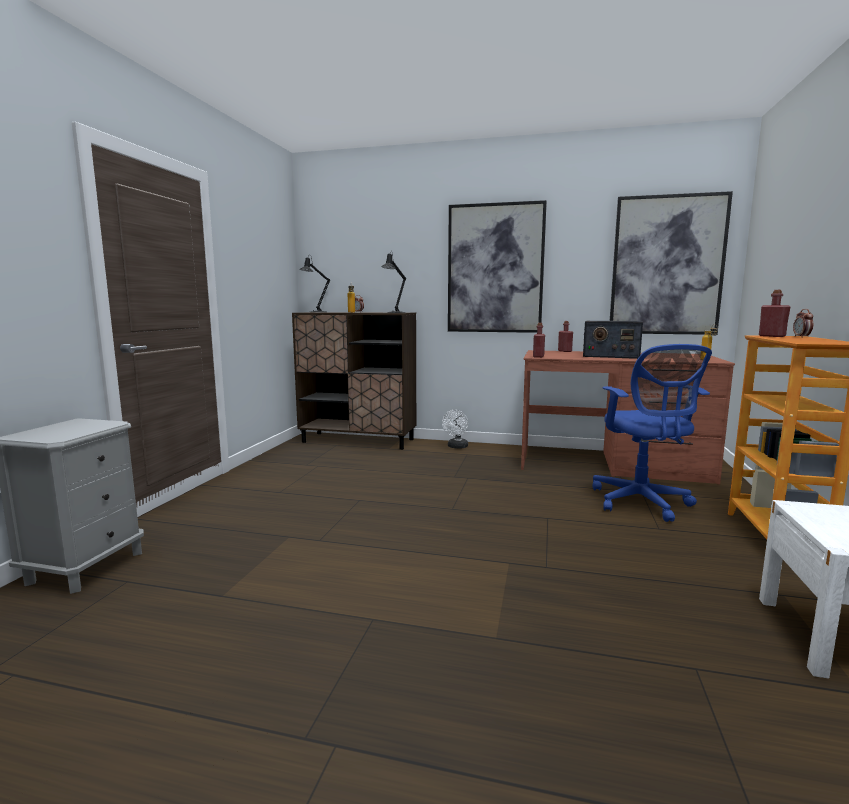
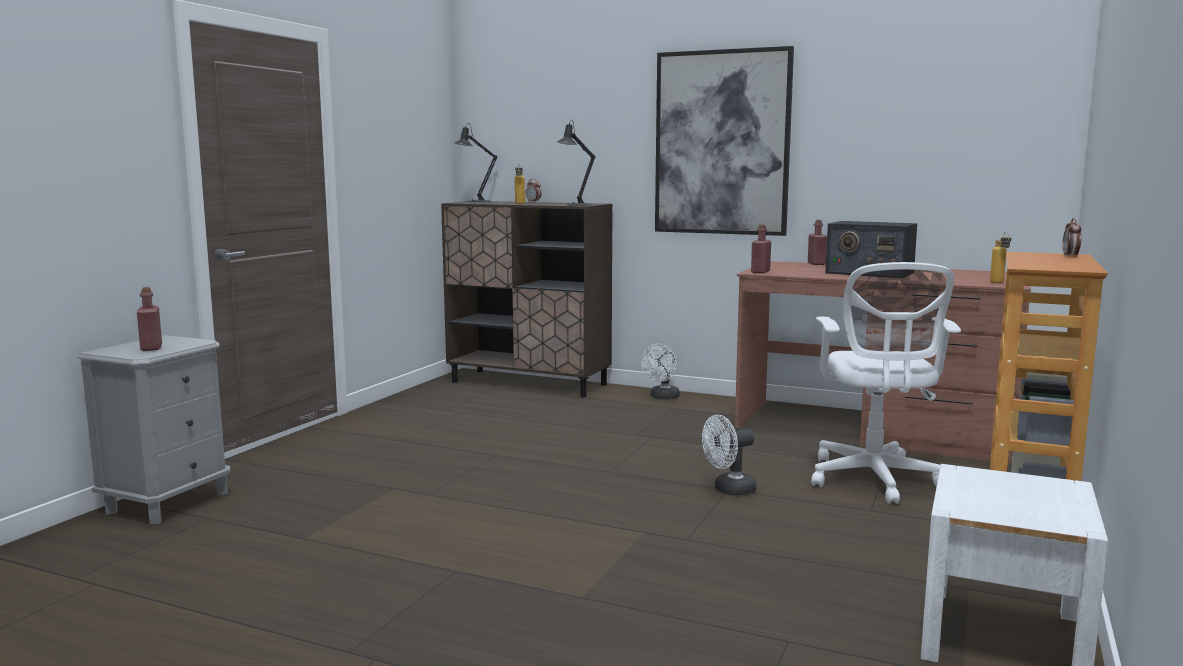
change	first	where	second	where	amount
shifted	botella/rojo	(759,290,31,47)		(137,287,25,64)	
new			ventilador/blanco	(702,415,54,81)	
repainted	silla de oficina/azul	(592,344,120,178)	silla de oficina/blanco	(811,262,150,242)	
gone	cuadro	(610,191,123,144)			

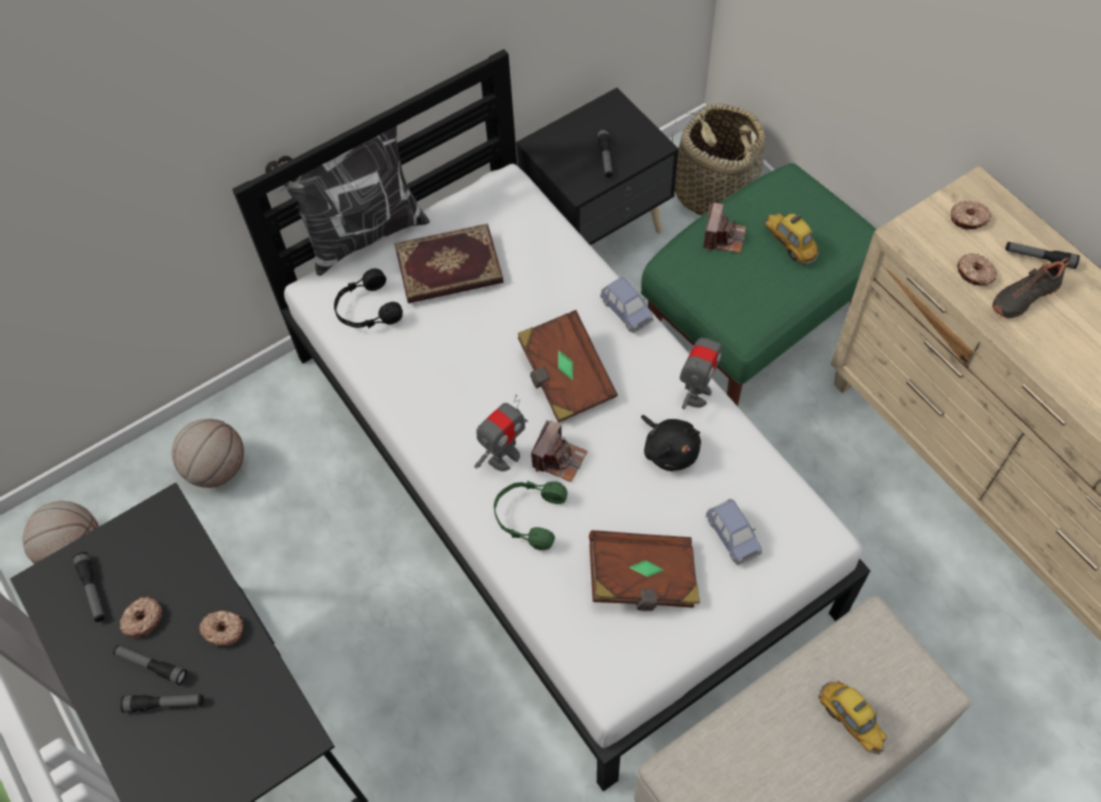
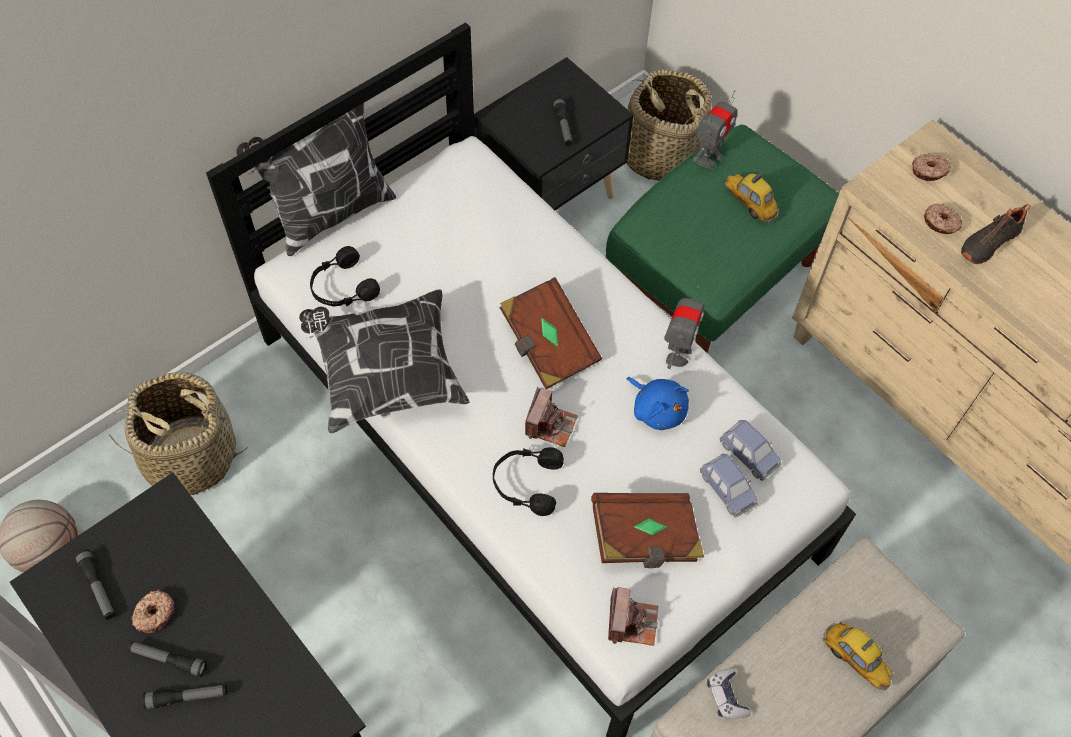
change	first	where	second	where	amount
swapped	balón de baloncesto	(172,419,72,69)	cesta	(106,372,141,123)	
new			cojín	(299,289,171,144)	
repainted	auriculares/verde	(494,481,74,69)	auriculares/negro	(493,447,71,69)	
shifted	cámara	(703,202,43,51)		(608,587,50,59)	
repainted	peluche/negro	(641,415,60,56)	peluche/azul	(627,377,62,53)	
shifted	robot de juguete	(474,395,54,76)		(693,90,44,79)	
new			mando de consola	(707,668,44,51)	
shifted	coche de juguete/azul	(600,277,54,56)		(720,420,61,61)	
gone	rosquilla	(199,611,45,35)			
gone	libro	(394,224,109,79)			
gone	linterna	(1005,242,75,27)			

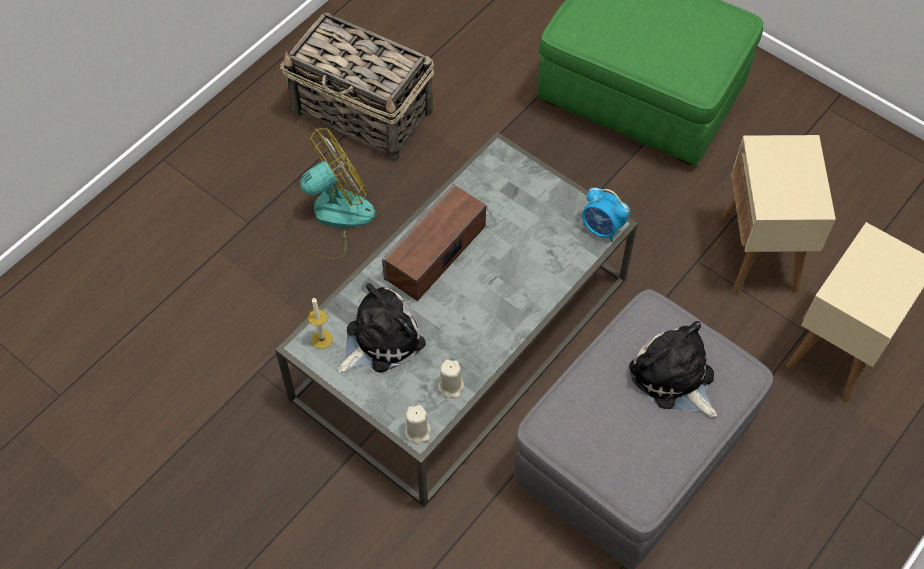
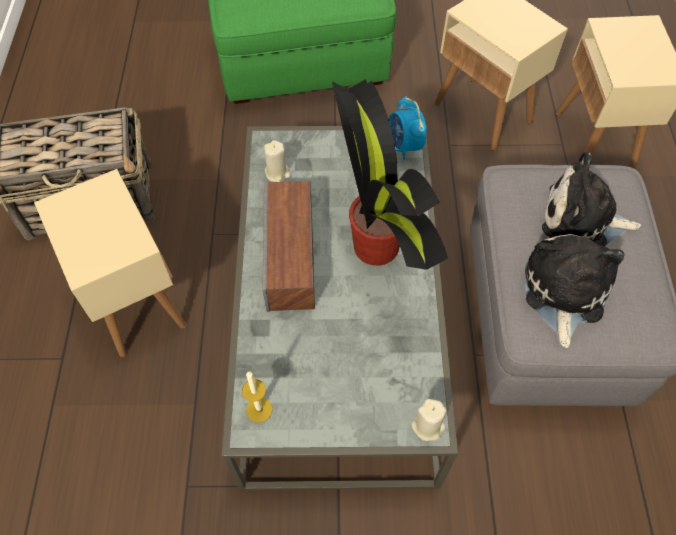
change	first	where	second	where	amount
swapped	ventilador	(286,128,90,132)	mesa auxiliar/beis	(34,169,152,188)	
shifted	vela/beis	(438,359,26,39)		(264,140,27,42)	
new			planta en maceta	(332,79,116,191)	
rotated	despertador	(582,187,48,55)		(389,96,38,65)	75 degrees clockwise
shifted	peluche	(338,283,88,90)		(525,234,99,114)	

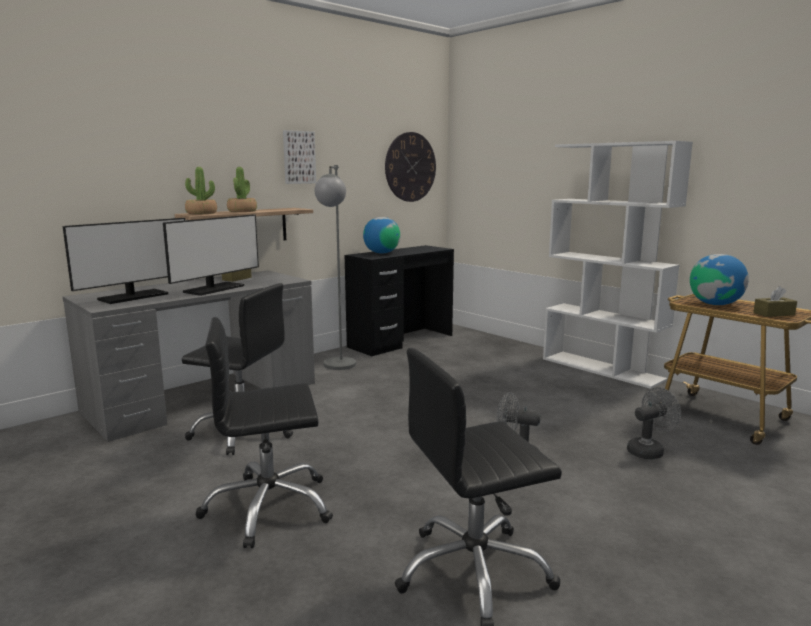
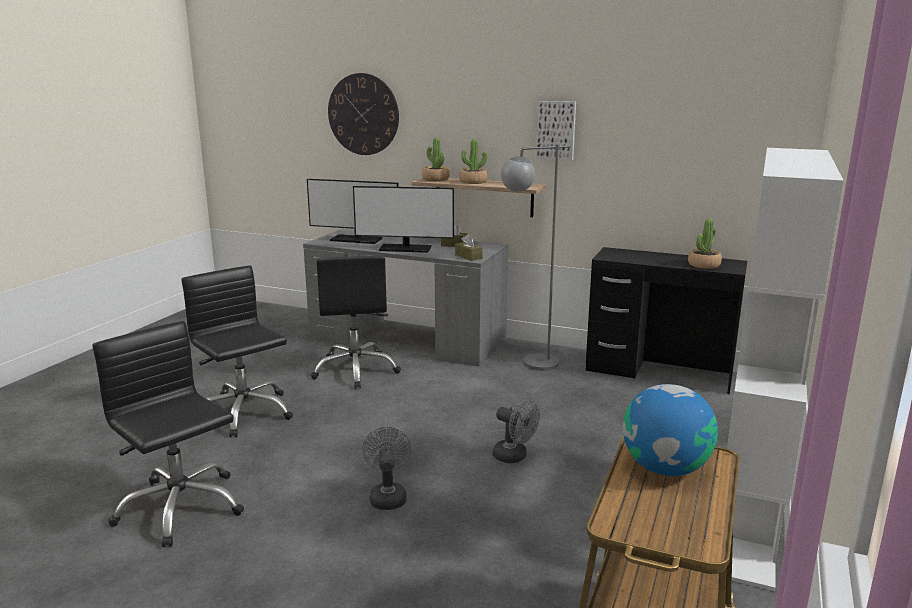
change	first	where	second	where	amount
shifted	reloj de pared	(385,132,51,70)		(328,73,71,82)	
shifted	caja de pañuelos/marrón	(753,286,44,31)		(455,234,28,27)	
shifted	ventilador/gris	(627,387,54,72)		(493,399,47,64)	
new			planta en maceta	(688,218,34,51)	
gone	globo terráqueo	(363,217,37,37)			

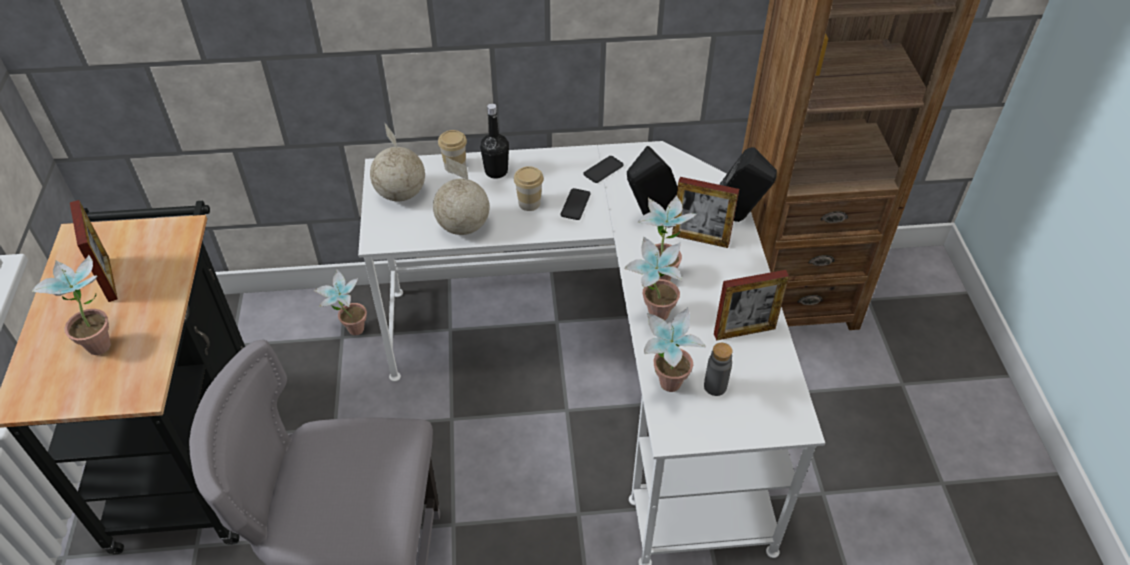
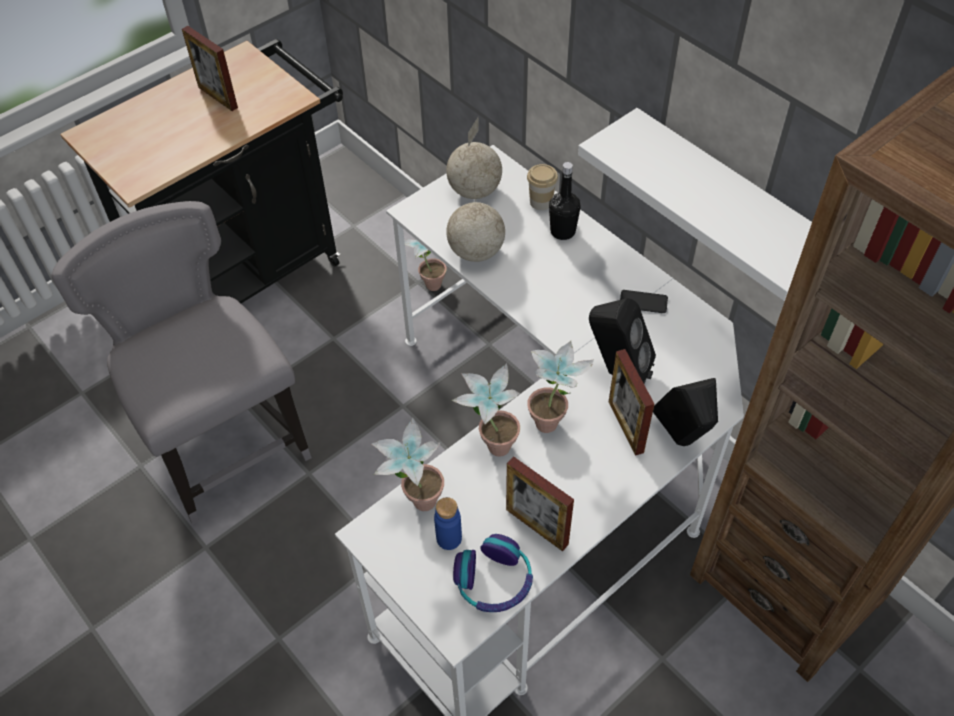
change	first	where	second	where	amount
rotated	portarretratos	(70,200,48,102)		(182,26,56,85)	105 degrees clockwise
repainted	botella/gris	(704,343,29,53)	botella/azul	(434,497,28,53)	
new			auriculares	(453,534,80,78)	
new			estante/blanco	(578,108,234,193)	
gone	planta en maceta	(32,255,79,100)			
gone	taza	(514,166,30,45)			
gone	móvil	(561,188,29,32)			

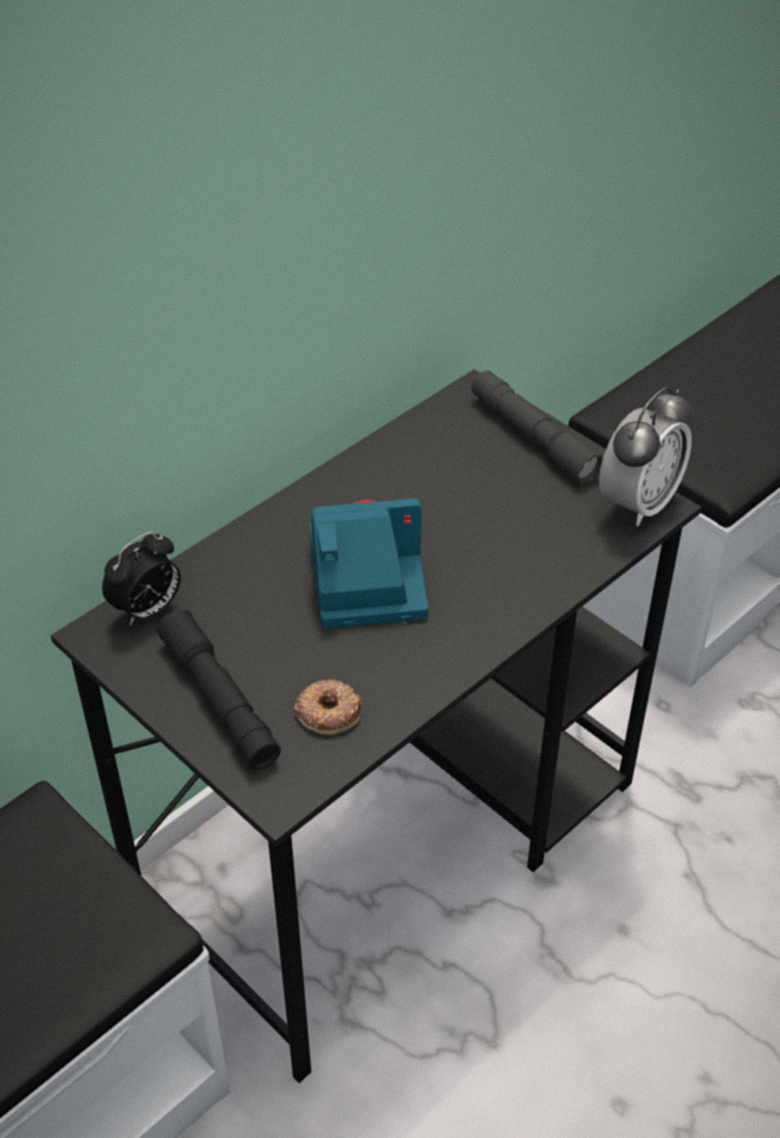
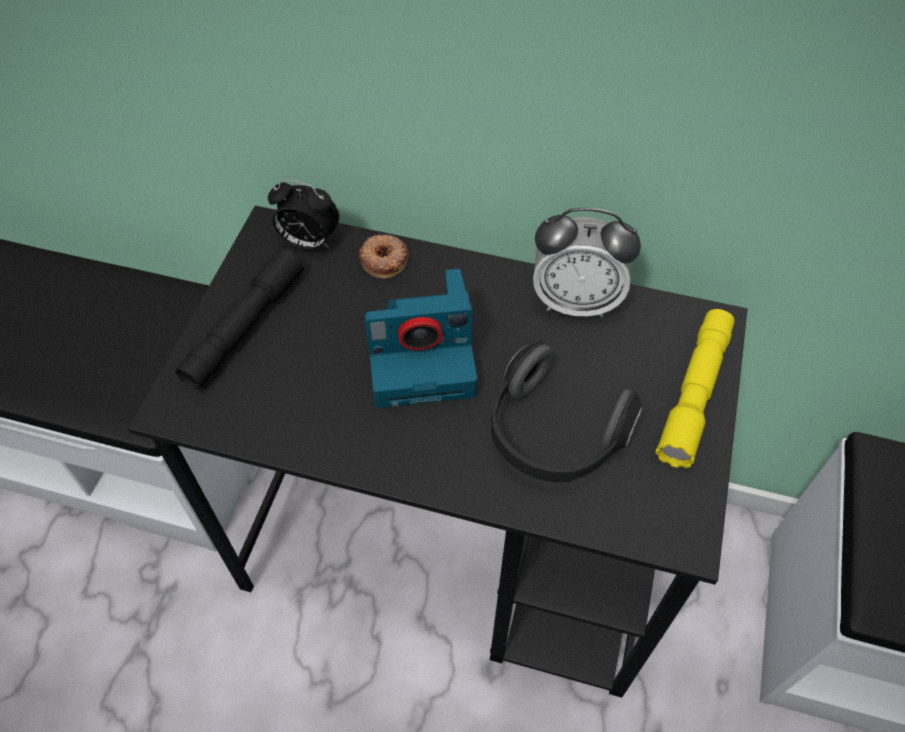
change	first	where	second	where	amount
shifted	rosquilla	(294,679,67,56)		(359,235,50,44)	
rotated	cámara	(309,498,119,130)		(365,269,112,139)	120 degrees clockwise
new			auriculares	(491,342,152,141)	
shifted	despertador	(599,387,94,139)		(533,208,108,109)	
repainted	linterna/gris	(471,371,132,114)	linterna/amarillo	(656,309,79,159)	

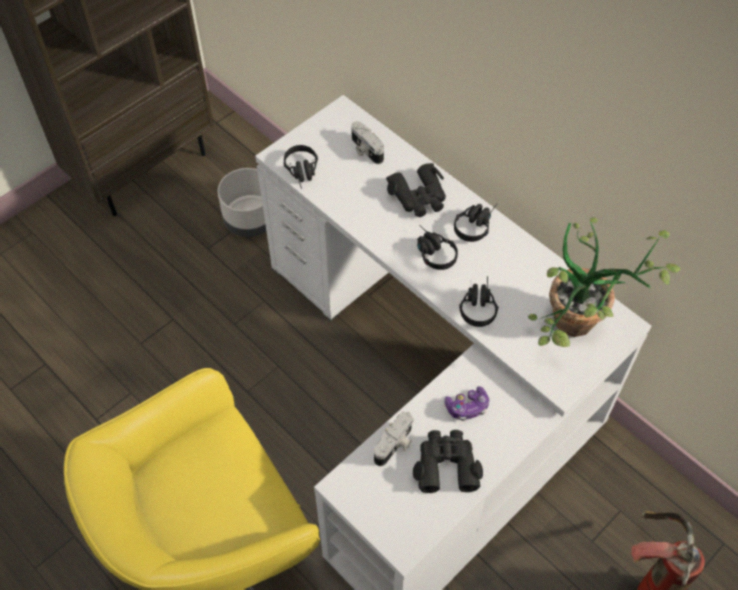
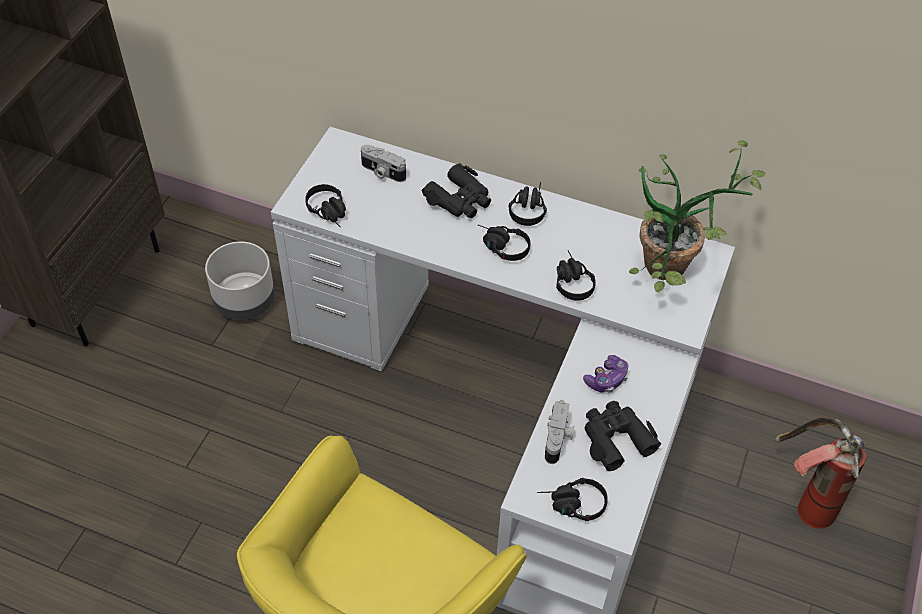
change	first	where	second	where	amount
new			auriculares/negro	(537,478,71,43)	

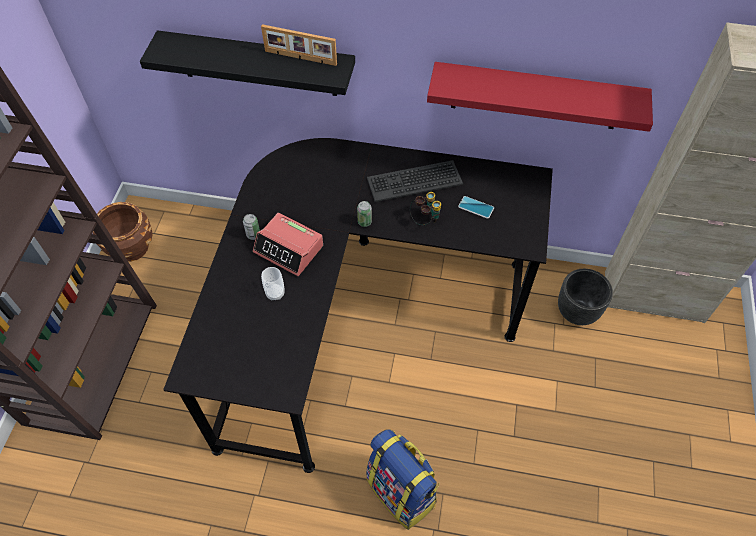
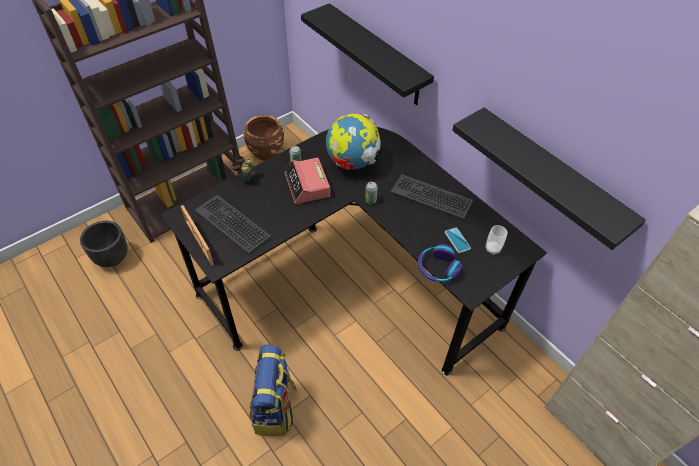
change	first	where	second	where	amount
shifted	maceta/negro	(558,269,55,56)		(80,221,48,46)	
shifted	portarretratos	(261,24,76,42)		(181,205,33,61)	
new			teclado	(194,195,77,59)	
shifted	prismáticos	(410,192,31,33)		(229,156,26,28)	
new			globo terráqueo	(326,114,55,56)	
new			auriculares	(418,244,45,38)	
repainted	estante/rojo	(427,62,226,70)	estante/negro	(452,107,194,143)	
shifted	taza	(261,267,24,33)		(486,225,22,30)	

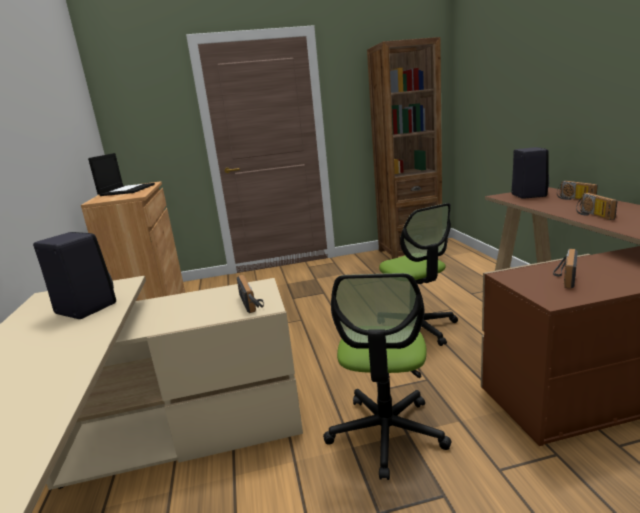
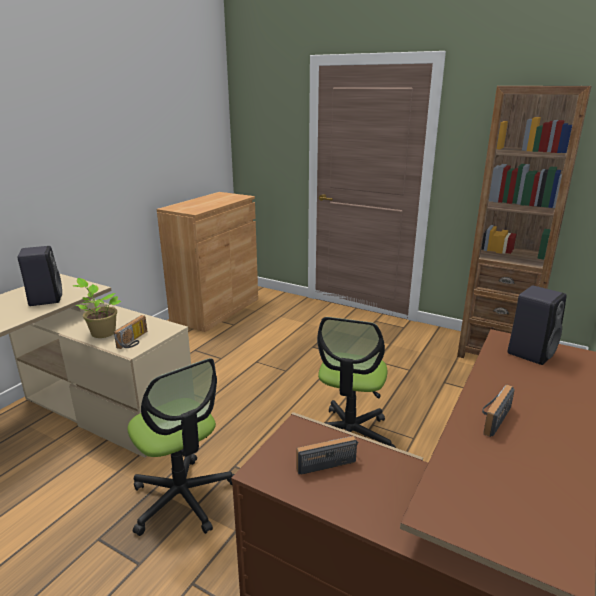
change	first	where	second	where	amount
new			planta en maceta	(73,278,49,60)	
rotated	silla de oficina	(323,273,129,207)		(127,358,107,178)	90 degrees counterclockwise
gone	portátil	(88,153,67,43)			
gone	radio	(557,181,41,19)			

